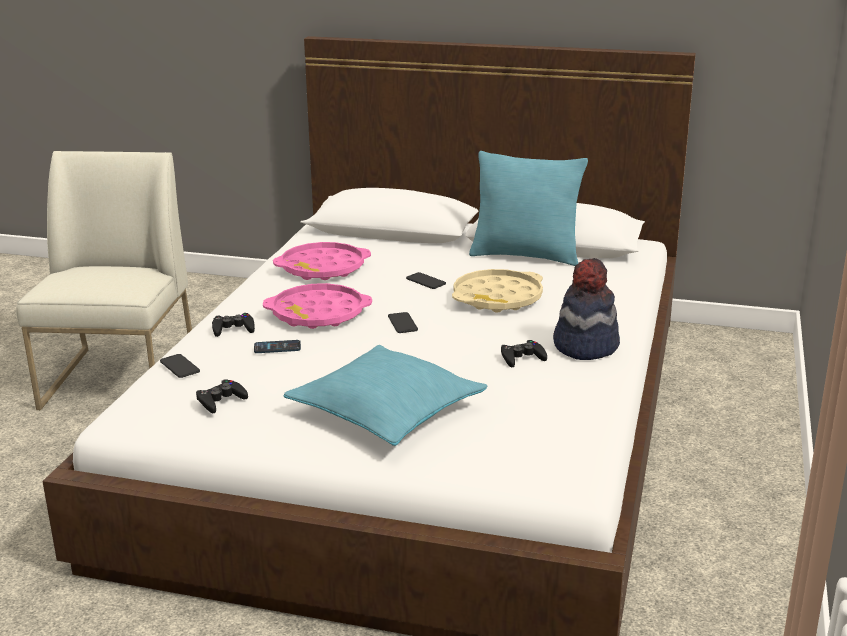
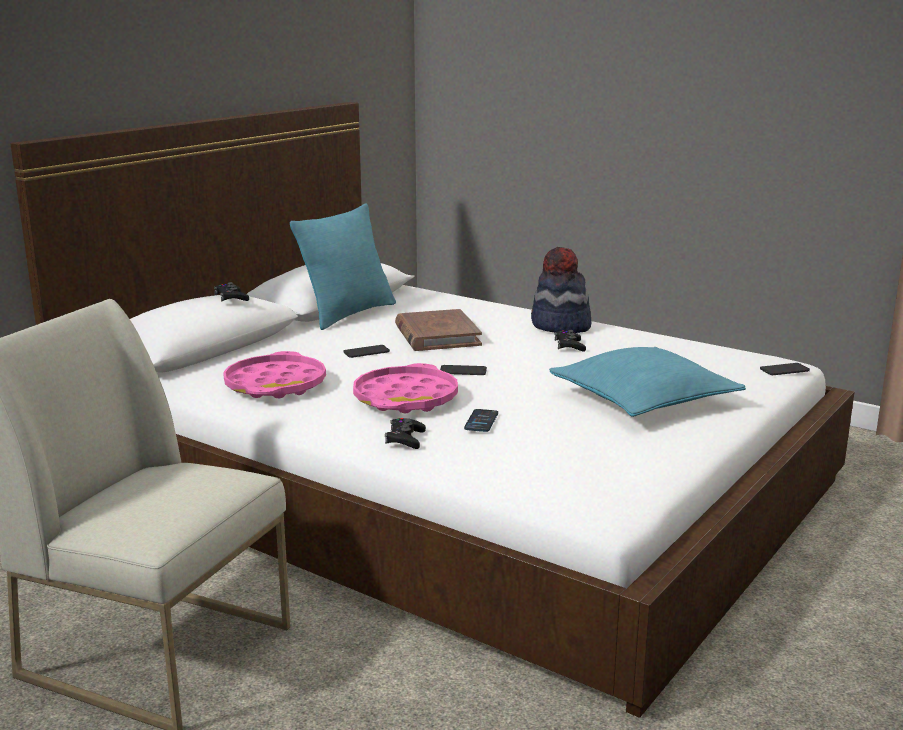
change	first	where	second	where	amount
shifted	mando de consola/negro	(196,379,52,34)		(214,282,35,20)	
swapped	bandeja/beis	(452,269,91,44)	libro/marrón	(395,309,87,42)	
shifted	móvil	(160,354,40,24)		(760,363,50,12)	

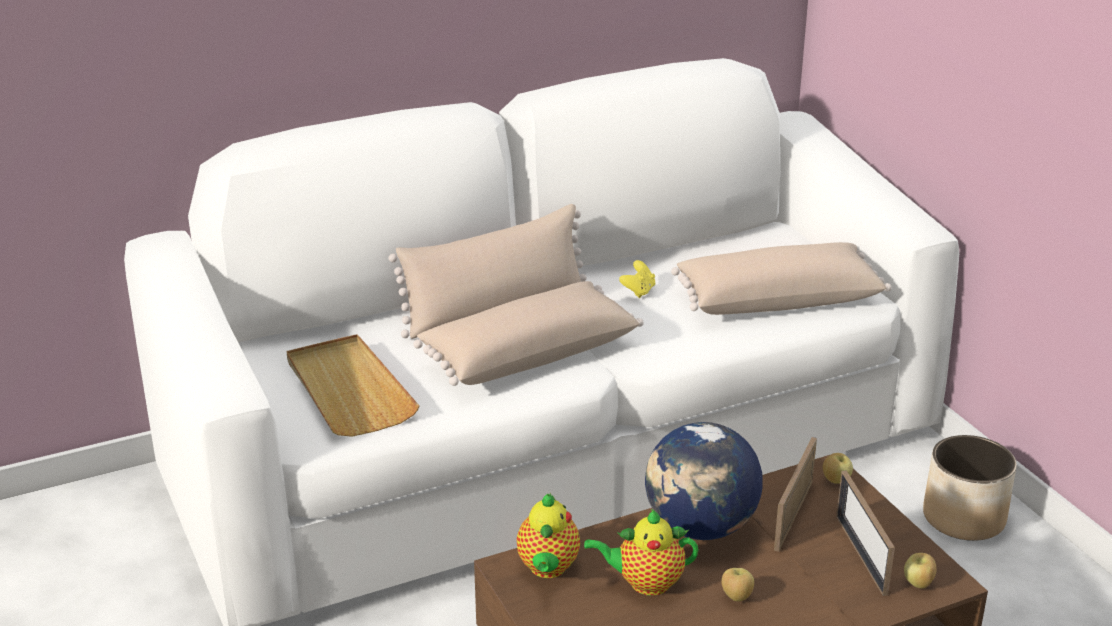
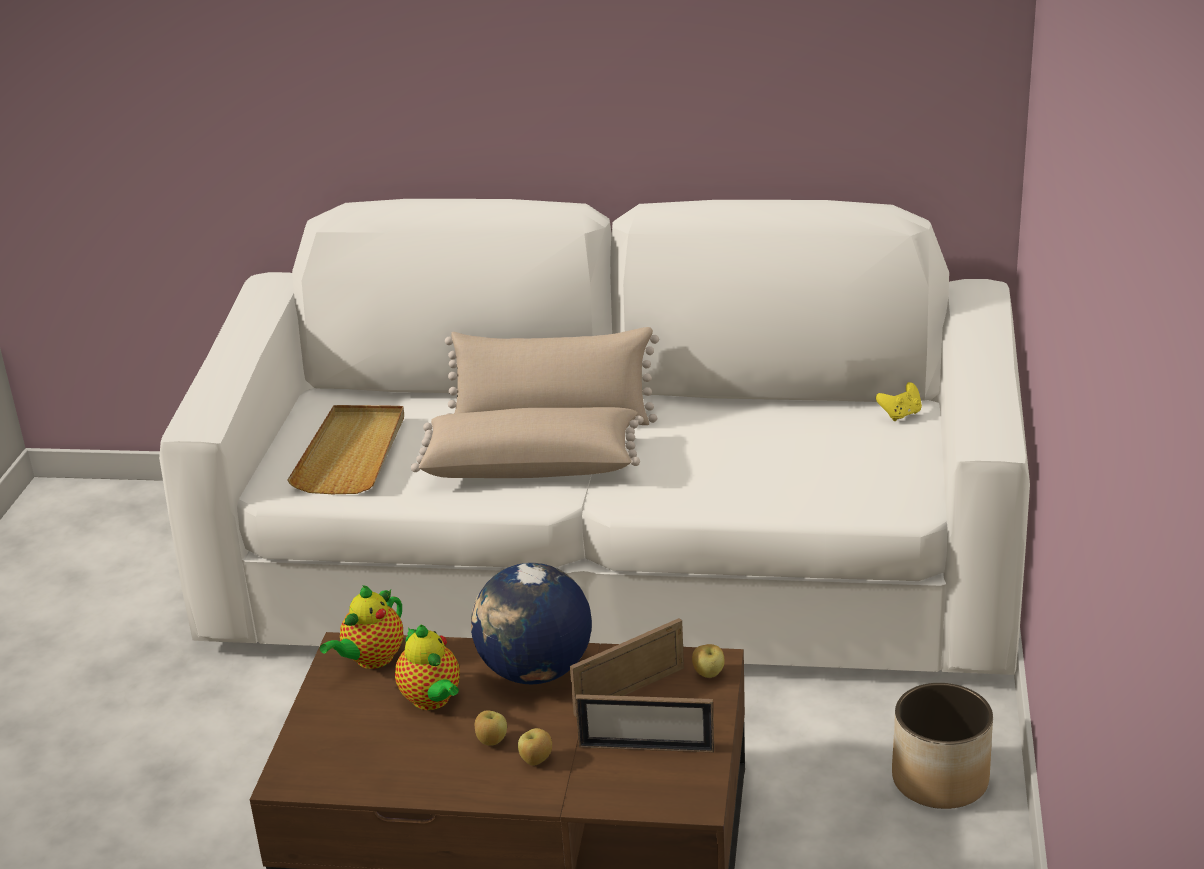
change	first	where	second	where	amount
rotated	tetera	(584,509,114,87)		(395,624,65,86)	150 degrees counterclockwise
shifted	manzana	(904,553,32,36)		(518,728,34,38)	
rotated	portarretratos	(836,470,59,126)		(575,694,139,59)	105 degrees counterclockwise
shifted	mando de consola/amarillo	(619,260,36,38)		(876,382,46,39)	
gone	cojín/beis	(671,242,221,73)			

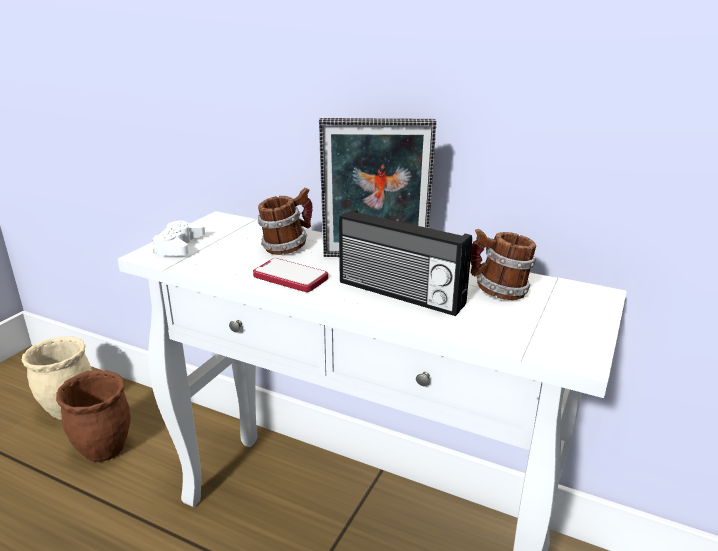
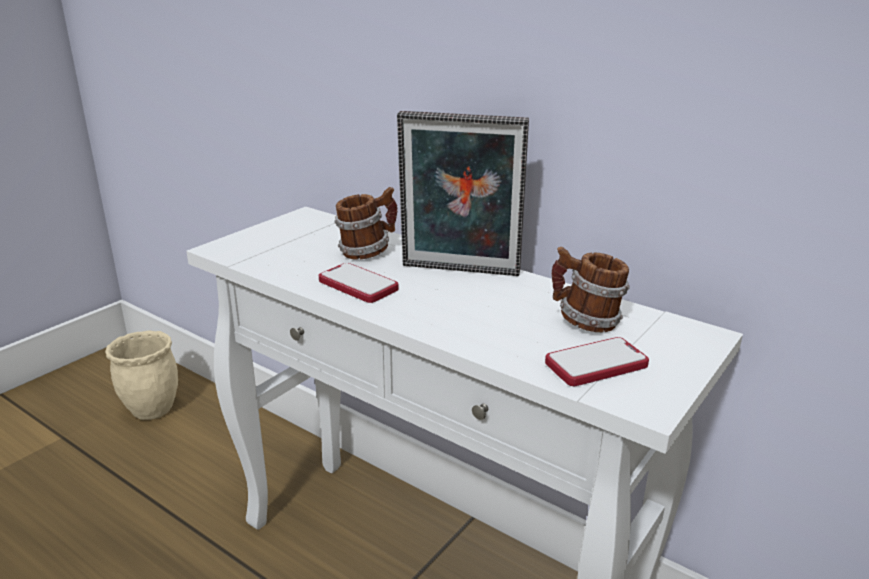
change	first	where	second	where	amount
new			móvil	(545,337,104,49)	
gone	maceta/marrón	(56,370,75,92)			
gone	mando de consola/blanco	(153,221,52,35)			
gone	radio	(339,209,133,107)			

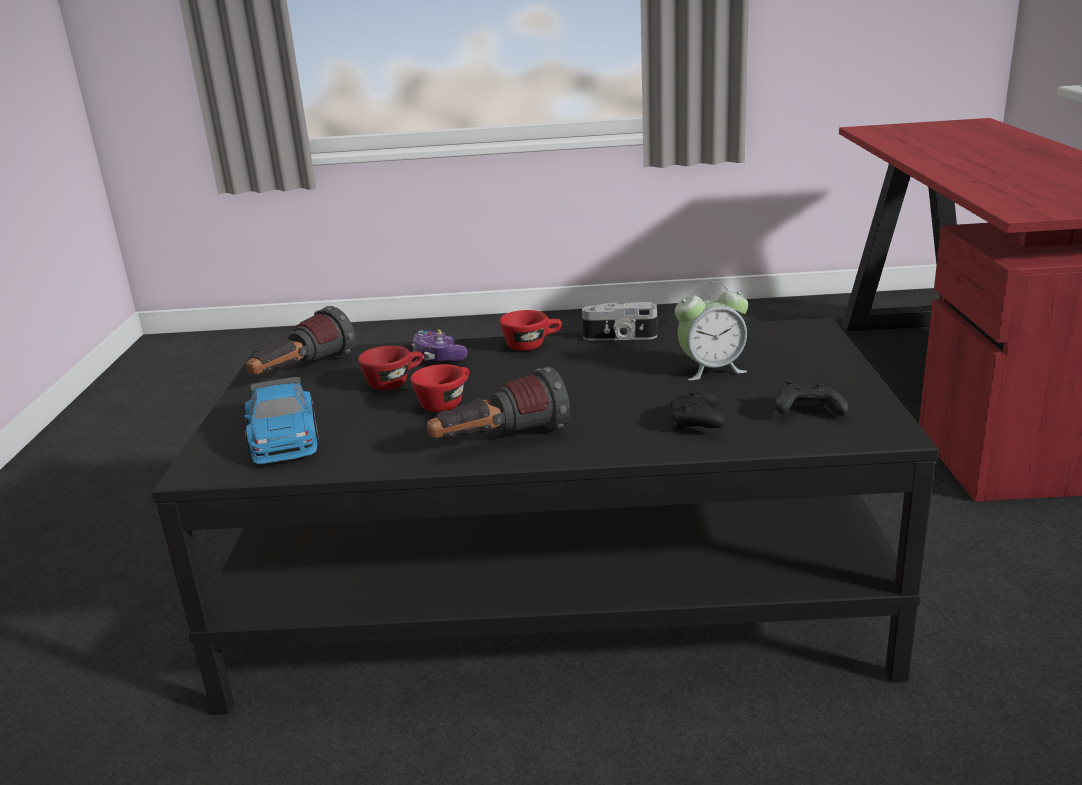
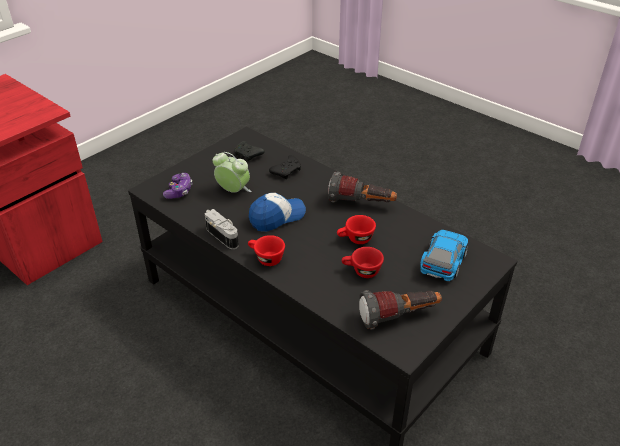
change	first	where	second	where	amount
shifted	mando de consola	(412,330,55,32)		(163,173,30,26)	
new			gorra	(249,193,57,39)	

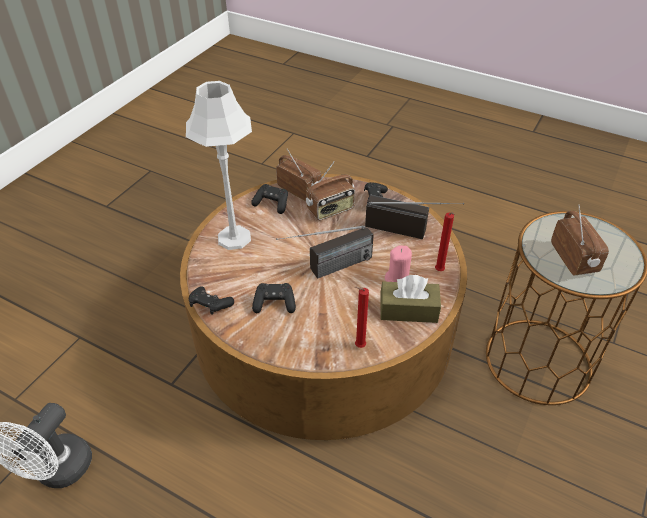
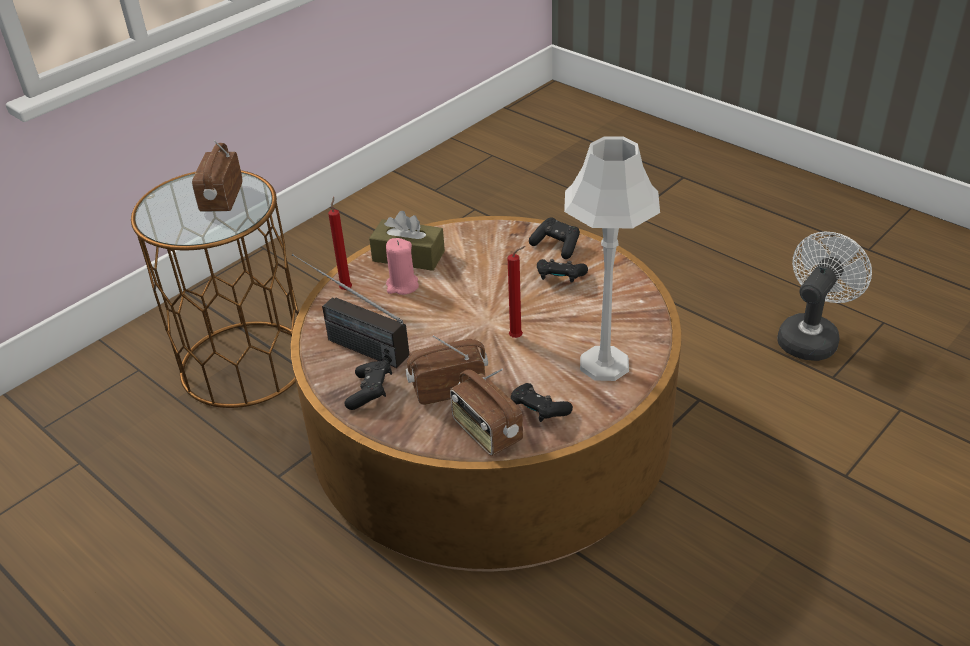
change	first	where	second	where	amount
shifted	vela/rojo	(355,287,14,61)		(508,246,18,92)	
shifted	mando de consola/negro	(189,286,45,29)		(529,218,51,41)	
gone	radio	(276,226,98,53)			

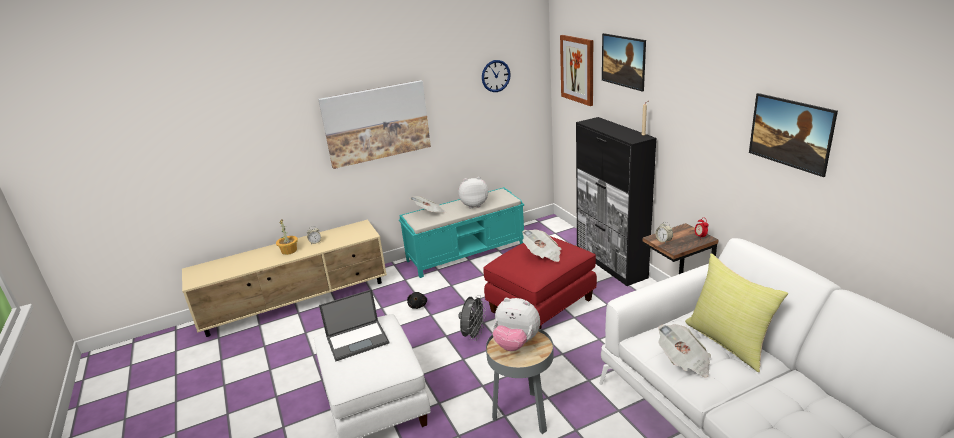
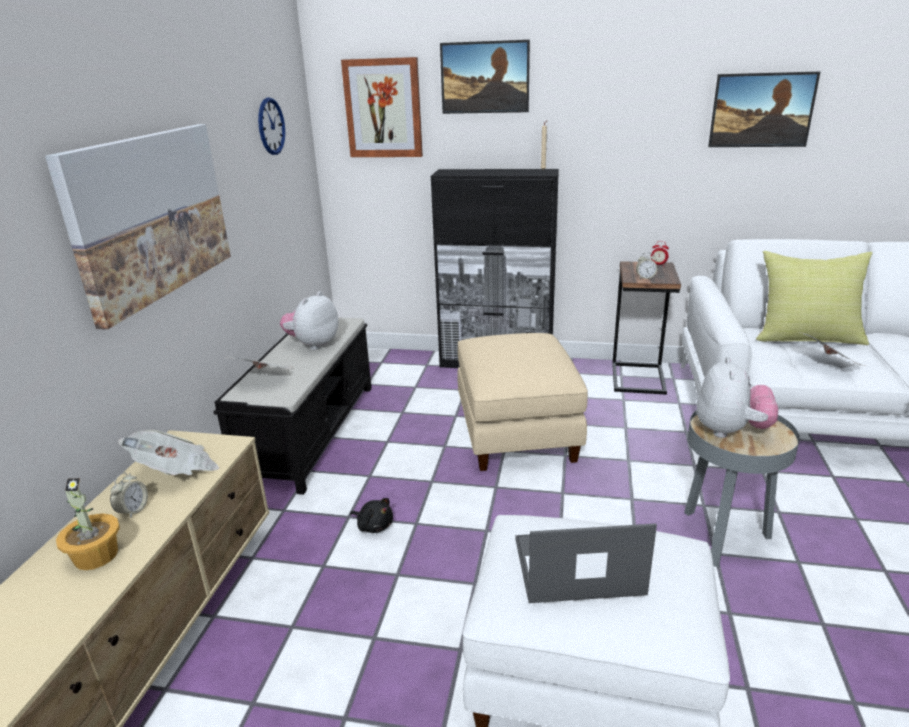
change	first	where	second	where	amount
shifted	periódico	(522,230,39,32)		(118,430,102,45)	
repainted	banco/turquesa	(399,187,125,91)	banco/negro	(213,317,159,178)	
repainted	puf/rojo	(483,236,114,93)	puf/beis	(457,333,131,138)	
rotated	portátil	(319,289,70,72)		(515,523,142,80)	105 degrees counterclockwise
rotated	peluche	(493,298,47,53)		(696,357,82,81)	45 degrees counterclockwise
gone	ventilador/gris	(458,295,28,46)			

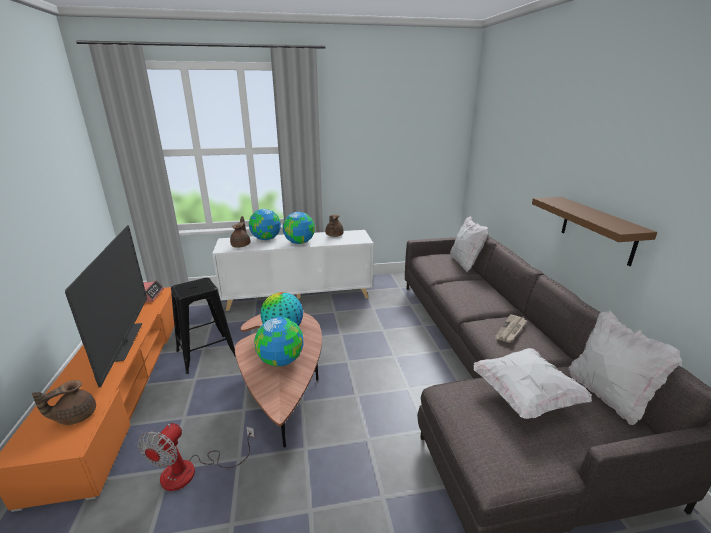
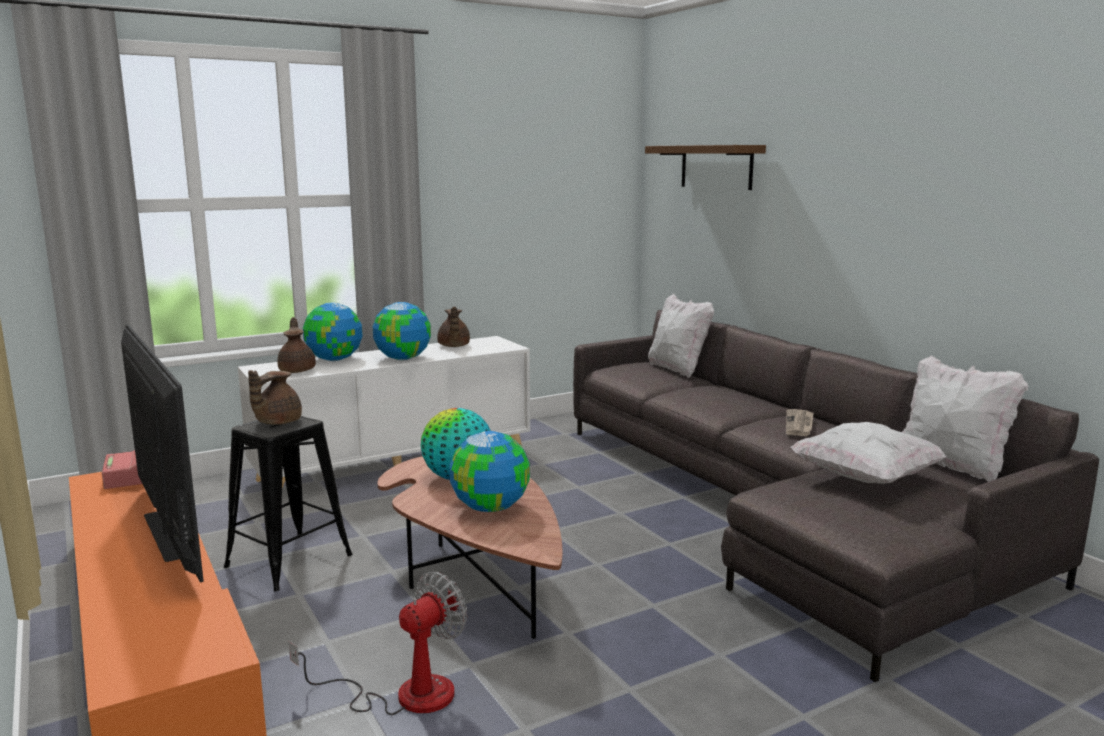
change	first	where	second	where	amount
shifted	tetera/marrón	(32,380,64,45)		(248,370,54,55)	
rotated	ventilador	(138,423,117,68)		(289,572,178,143)	135 degrees counterclockwise
shifted	estante/marrón	(532,197,125,69)		(645,145,121,45)	

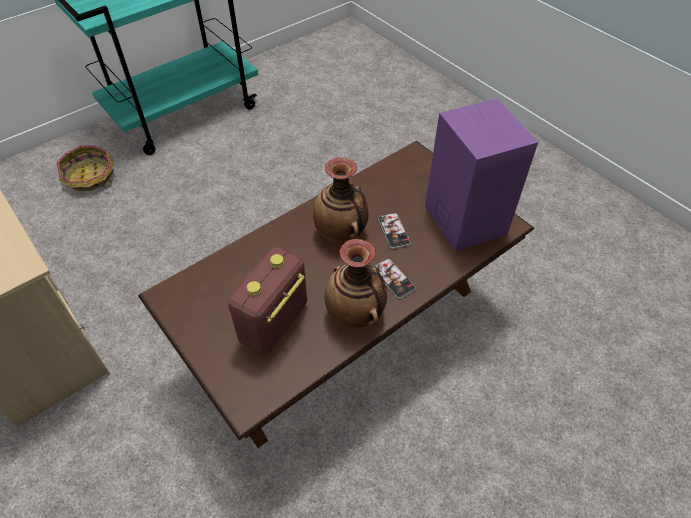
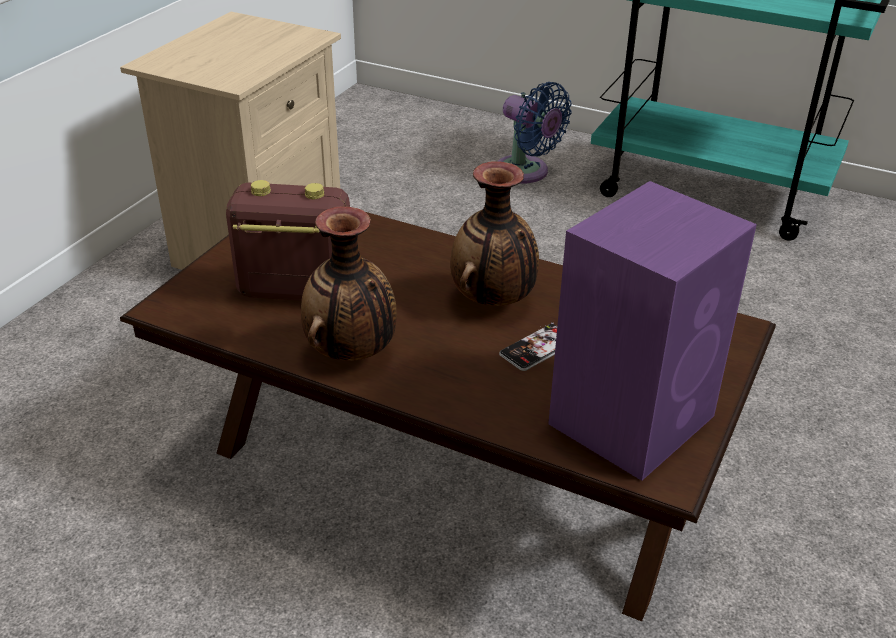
change	first	where	second	where	amount
swapped	cesta	(56,145,58,46)	ventilador/azul	(497,82,75,102)	
gone	móvil	(373,259,43,40)			

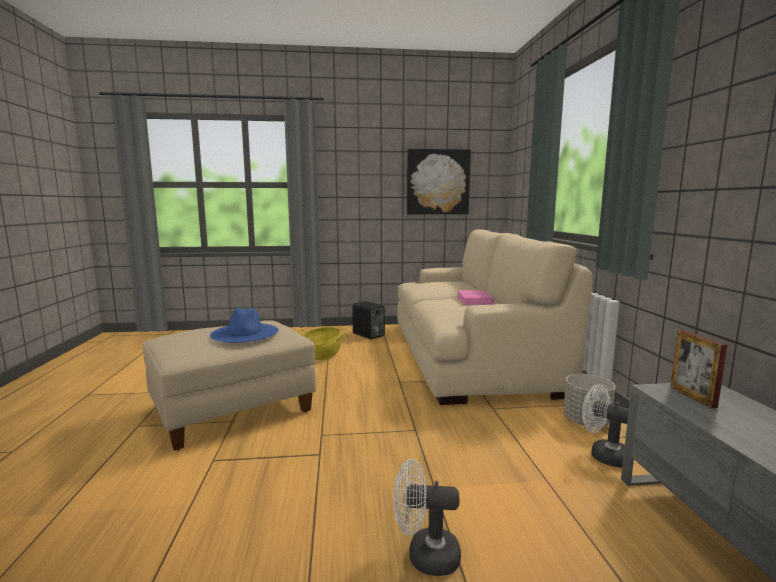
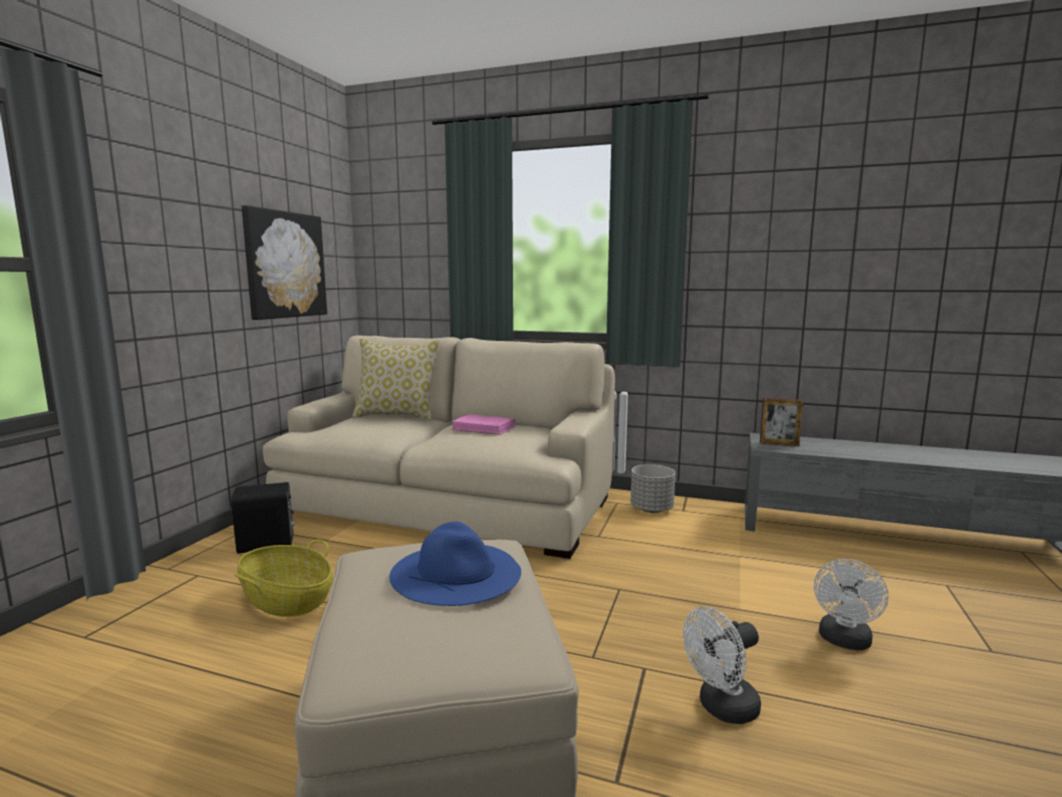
change	first	where	second	where	amount
new			cojín	(352,339,87,82)	
shifted	ventilador/blanco	(582,384,47,84)		(683,607,78,117)	

